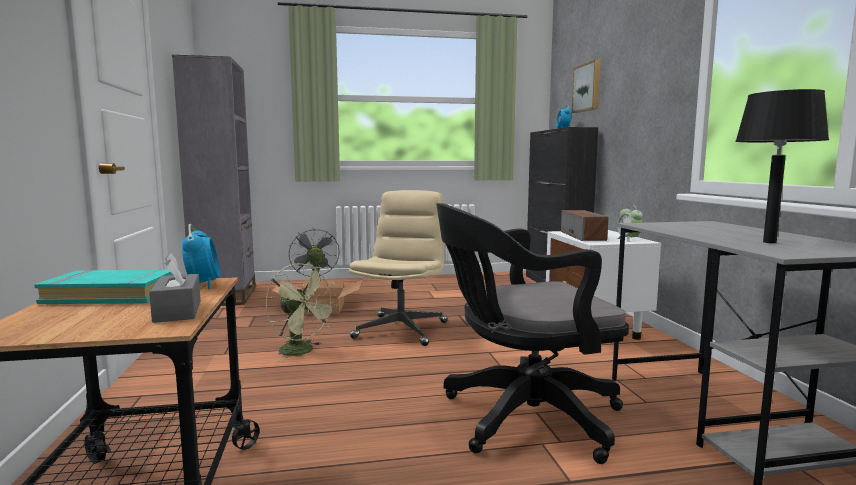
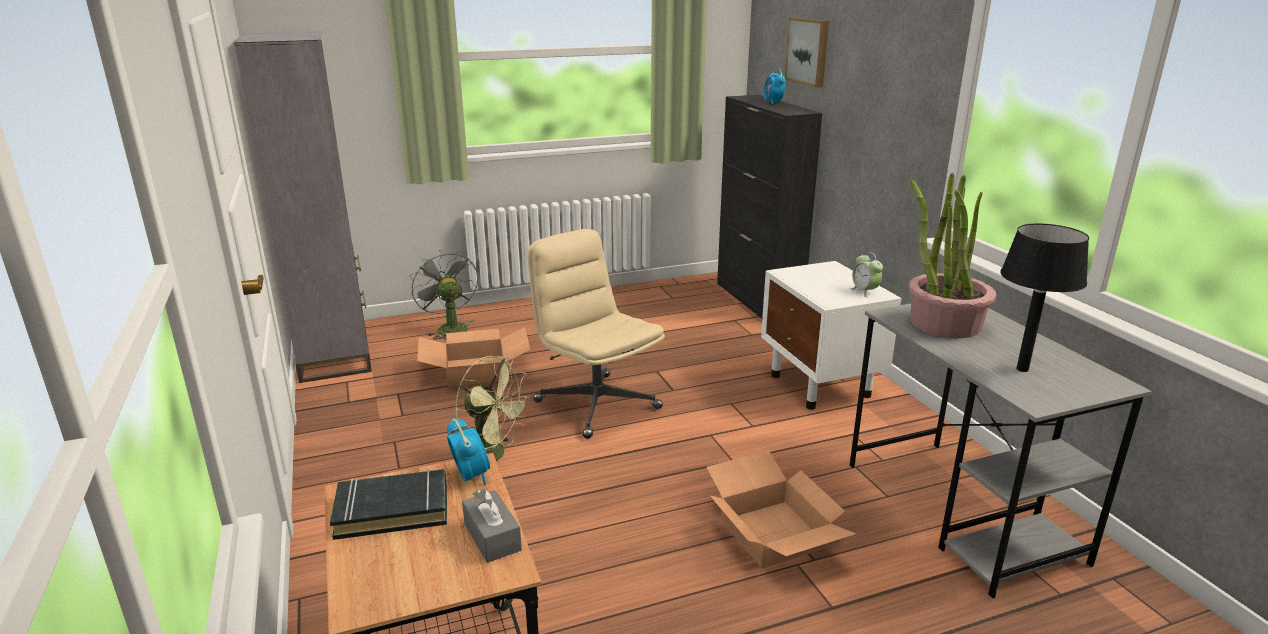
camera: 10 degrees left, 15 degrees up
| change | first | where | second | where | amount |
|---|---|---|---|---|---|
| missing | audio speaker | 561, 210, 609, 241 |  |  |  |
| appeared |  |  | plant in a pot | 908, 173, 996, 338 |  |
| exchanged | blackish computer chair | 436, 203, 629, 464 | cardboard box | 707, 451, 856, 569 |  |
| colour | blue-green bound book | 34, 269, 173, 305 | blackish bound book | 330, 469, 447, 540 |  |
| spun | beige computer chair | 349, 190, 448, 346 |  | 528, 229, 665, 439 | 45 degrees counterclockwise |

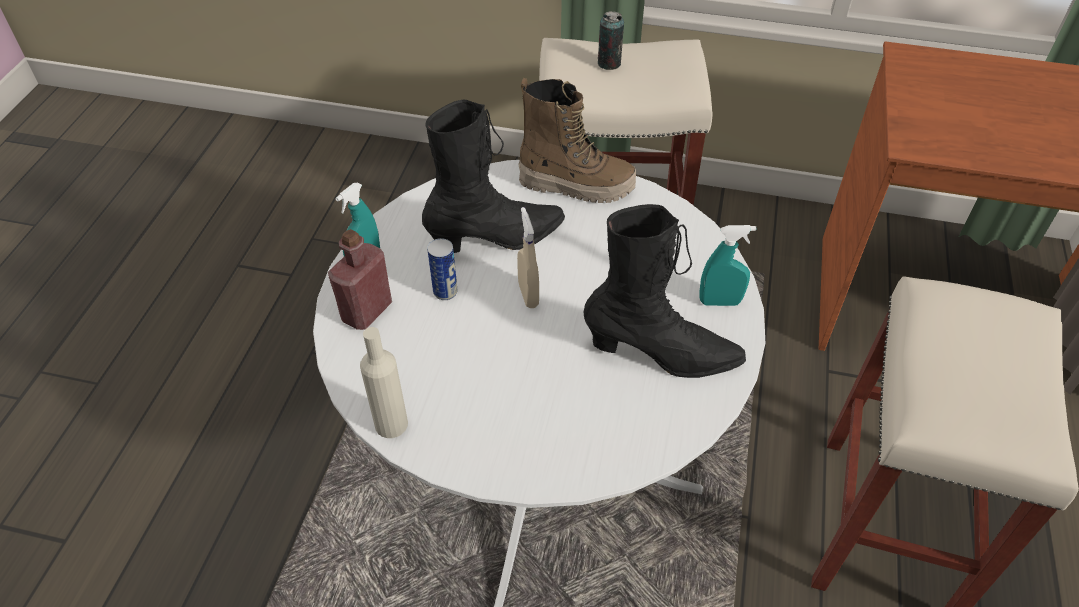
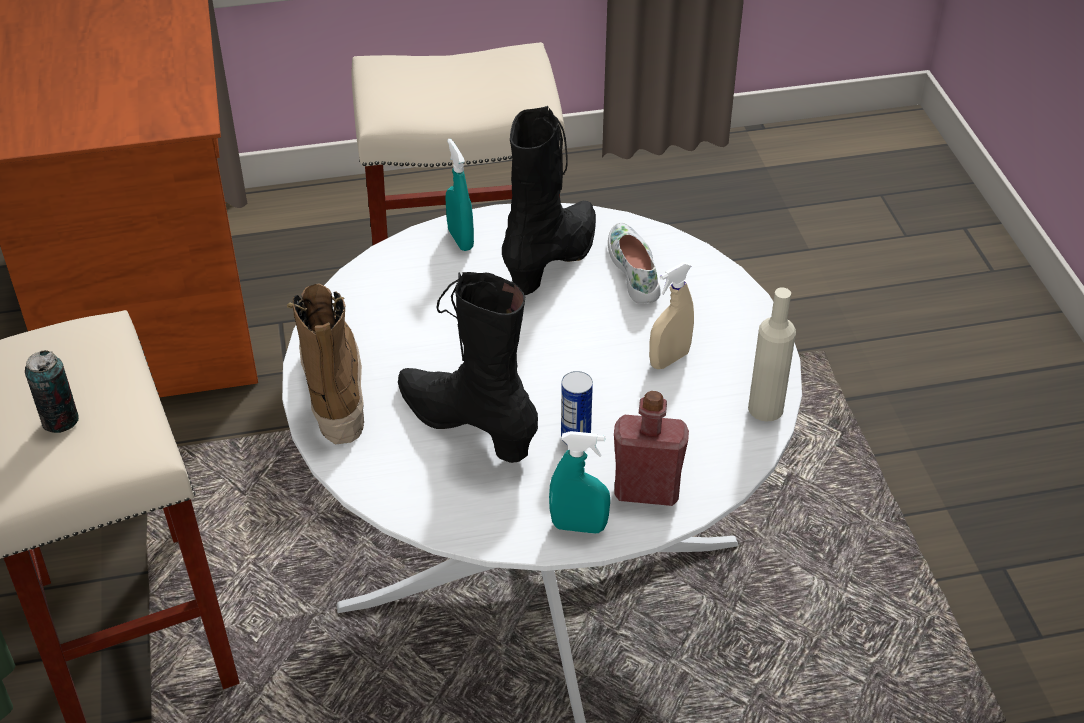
camera: 115 degrees left, 5 degrees down
| change | first | where | second | where | amount |
|---|---|---|---|---|---|
| appeared |  |  | white-coloured shoe | 608, 223, 661, 304 |  |
| relocated | beige sprayer | 517, 207, 539, 308 |  | 649, 262, 694, 369 |  |
| spun | blackish boot | 584, 204, 746, 378 |  | 502, 106, 596, 295 | 45 degrees clockwise |

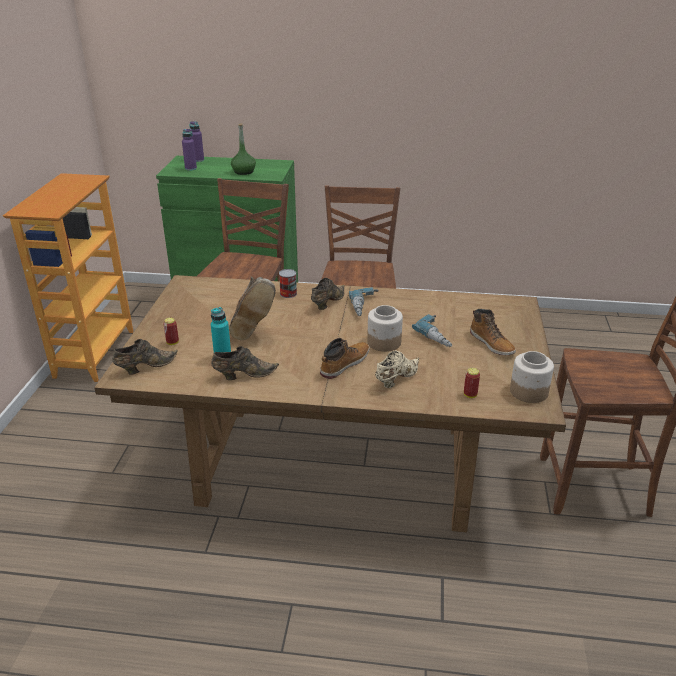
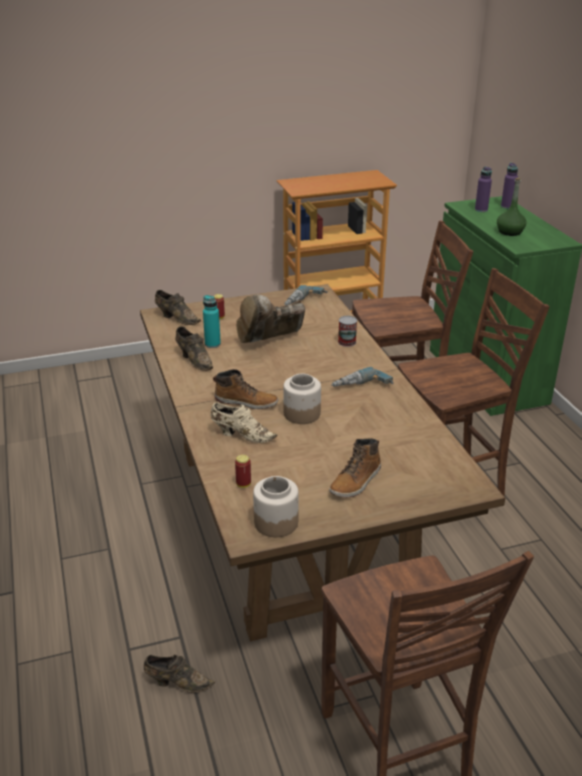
camera: 65 degrees right, 0 degrees up
| change | first | where | second | where | amount |
|---|---|---|---|---|---|
| relocated | brown shoe | 311, 278, 345, 310 |  | 144, 655, 215, 693 |  |
| relocated | power drill | 412, 314, 452, 347 |  | 284, 285, 328, 306 |  |

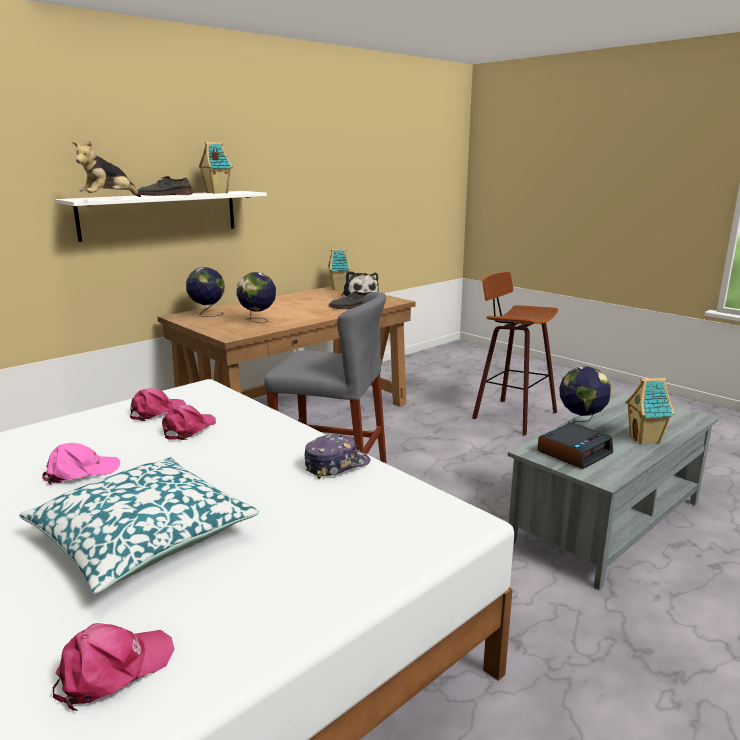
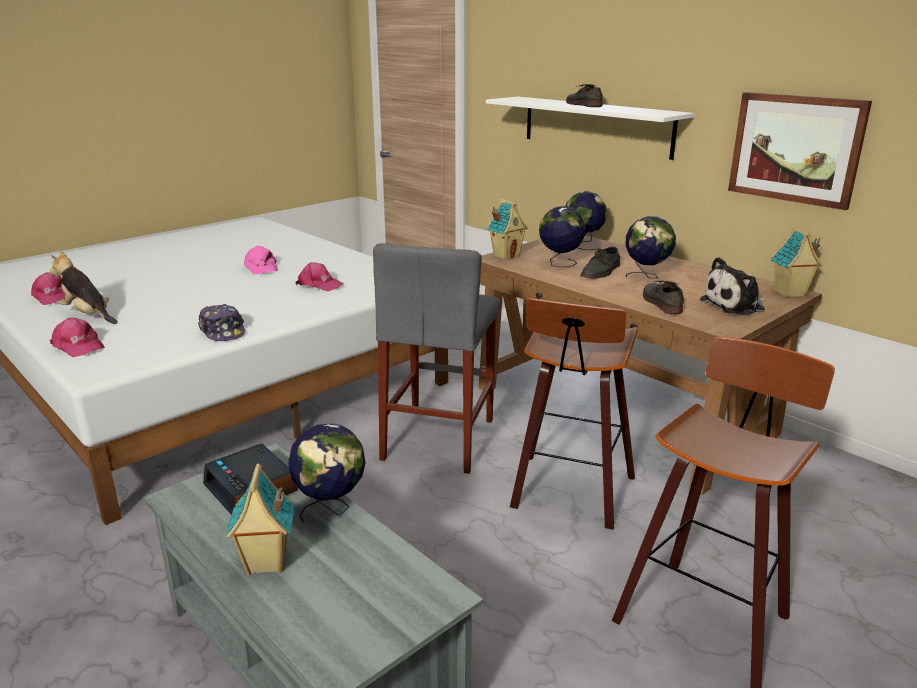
camera: 90 degrees right, 5 degrees up
| change | first | where | second | where | amount |
|---|---|---|---|---|---|
| missing | throw pillow | 19, 457, 259, 594 |  |  |  |
| appeared |  |  | sitting stool | 510, 298, 638, 530 |  |
| appeared |  |  | gray shoe | 581, 247, 620, 278 |  |
| appeared |  |  | world globe | 626, 216, 676, 278 |  |
| appeared |  |  | picture | 728, 92, 872, 210 |  |
| relocated | cuddly toy | 72, 140, 141, 197 |  | 50, 251, 117, 324 |  |
| relocated | pink-coloured baseball cap | 130, 388, 186, 421 |  | 50, 318, 105, 357 |  |
| relocated | miniature house | 199, 142, 233, 194 |  | 487, 199, 528, 260 |  |

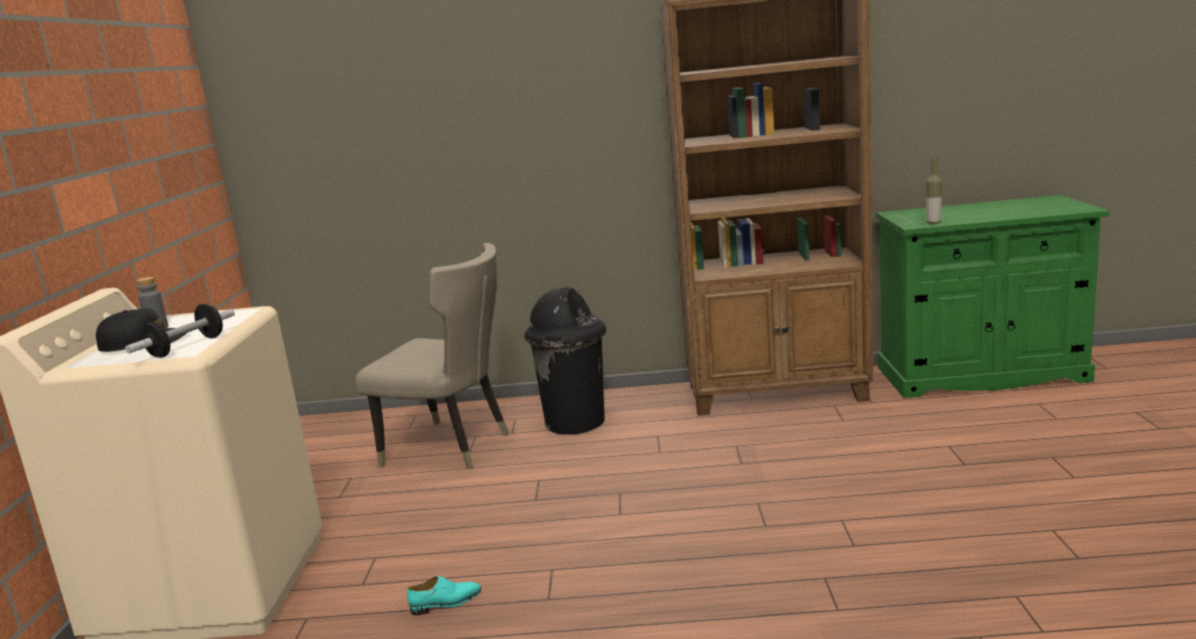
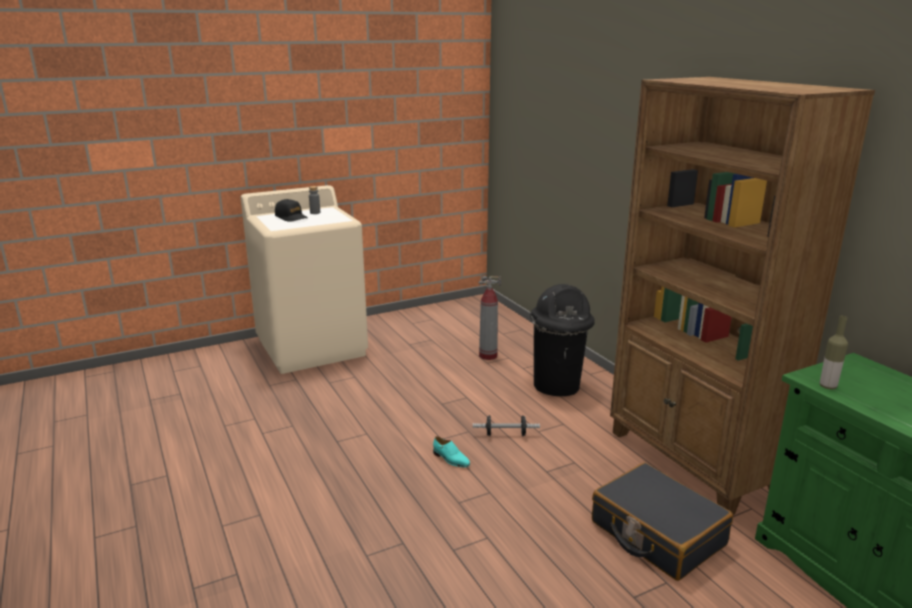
camera: 60 degrees right, 5 degrees up
| change | first | where | second | where | amount |
|---|---|---|---|---|---|
| appeared |  |  | blackish travel case | 592, 463, 733, 581 |  |
| relocated | dumbbell | 125, 304, 235, 358 |  | 473, 415, 540, 436 |  |
| relocated | blue-green shoe | 407, 576, 481, 615 |  | 433, 436, 470, 467 |  |
| exchanged | beige upright chair | 355, 243, 509, 469 | fire extinguisher | 479, 276, 501, 360 |  |

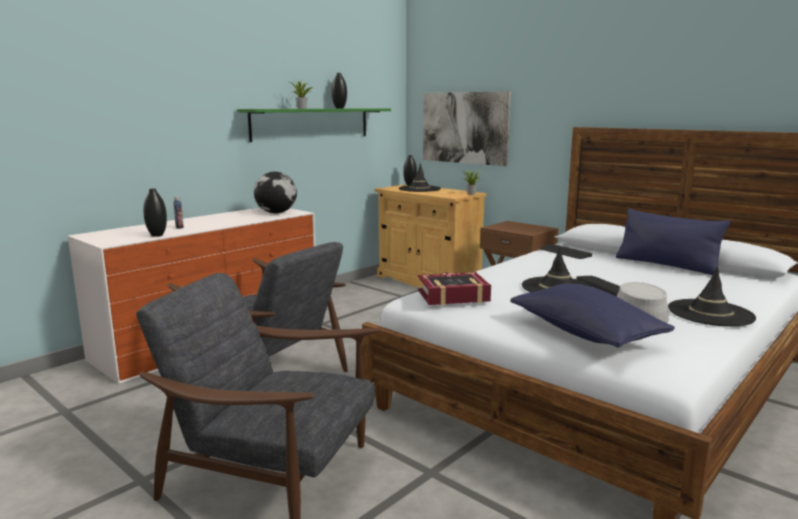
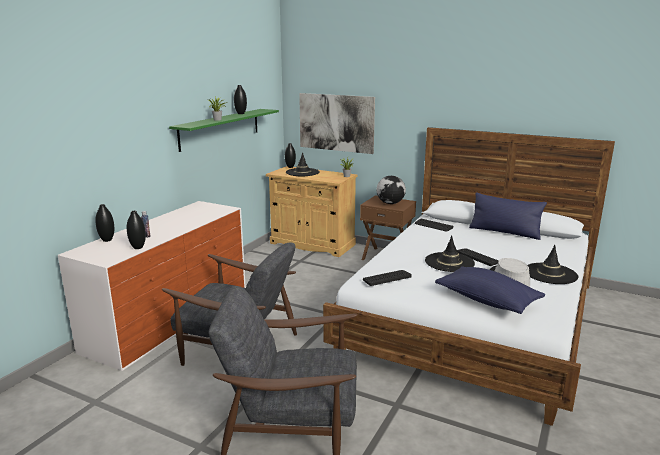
camera: 15 degrees left, 5 degrees up
| change | first | where | second | where | amount |
|---|---|---|---|---|---|
| appeared |  |  | blackish flower vase | 95, 204, 114, 242 |  |
| relocated | world globe | 254, 172, 297, 213 |  | 376, 176, 406, 204 |  |
| exchanged | bound book | 418, 272, 491, 305 | keyboard | 363, 270, 412, 286 |  |

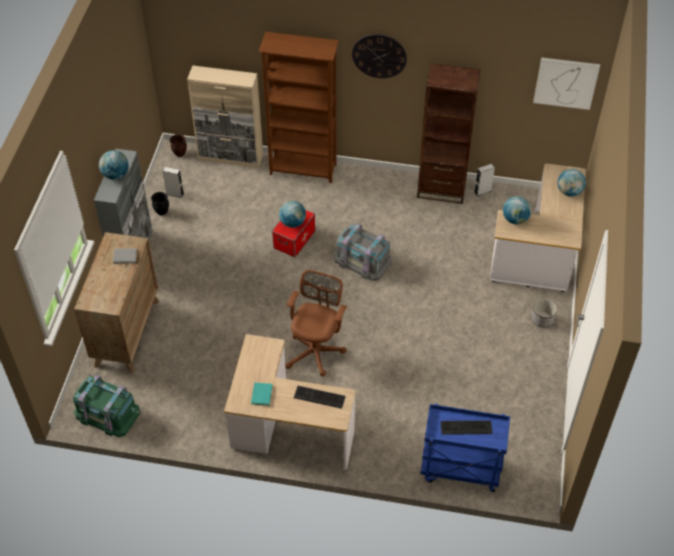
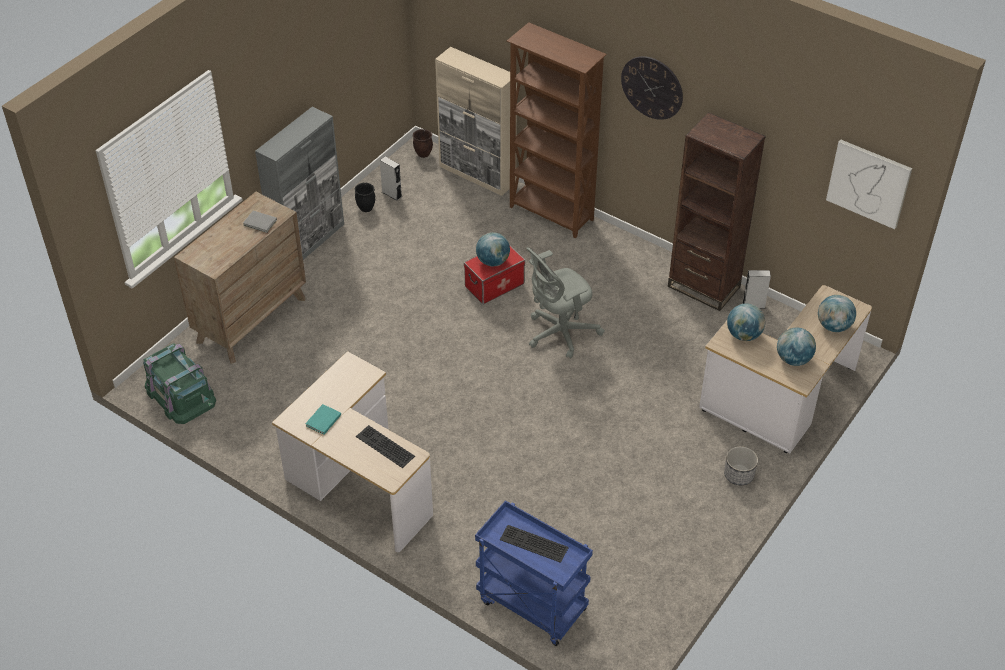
camera: 25 degrees right, 5 degrees down
| change | first | where | second | where | amount |
|---|---|---|---|---|---|
| missing | brown computer chair | 285, 270, 347, 376 |  |  |  |
| relocated | world globe | 99, 150, 128, 180 |  | 777, 328, 816, 366 |  |
| exchanged | gray storage bin | 333, 223, 392, 281 | gray computer chair | 526, 247, 605, 359 |  |

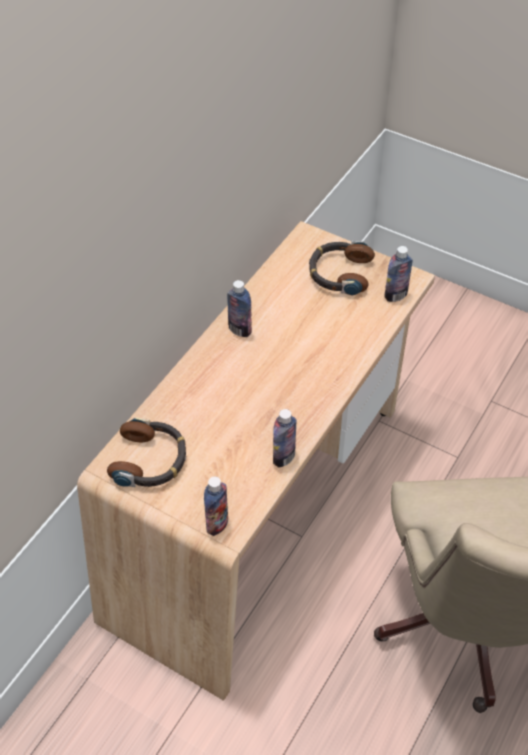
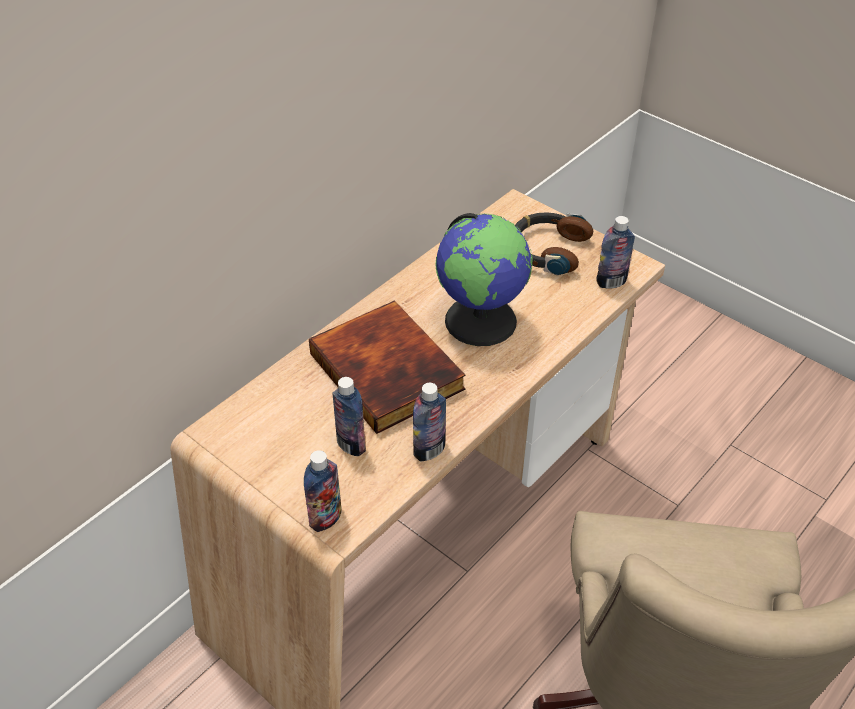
camera: 10 degrees right, 5 degrees down
| change | first | where | second | where | amount |
|---|---|---|---|---|---|
| missing | pair of headphones | 107, 418, 186, 487 |  |  |  |
| appeared |  |  | bound book | 309, 300, 465, 434 |  |
| appeared |  |  | world globe | 435, 213, 533, 346 |  |
| relocated | bottle | 227, 280, 252, 337 |  | 332, 377, 366, 456 |  |

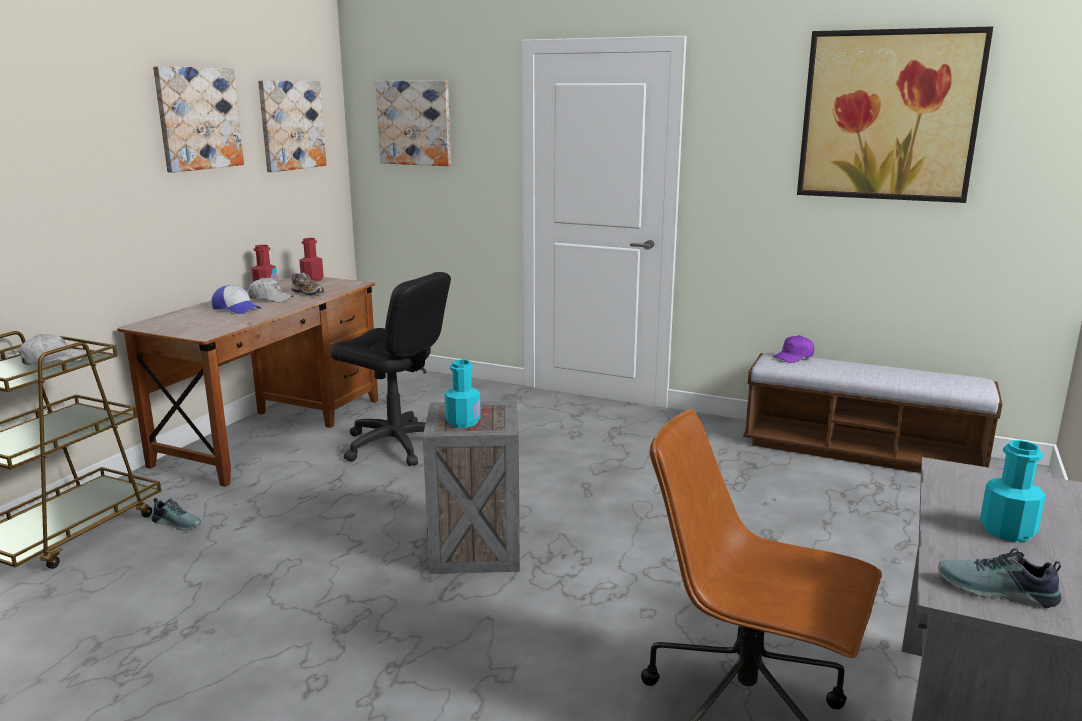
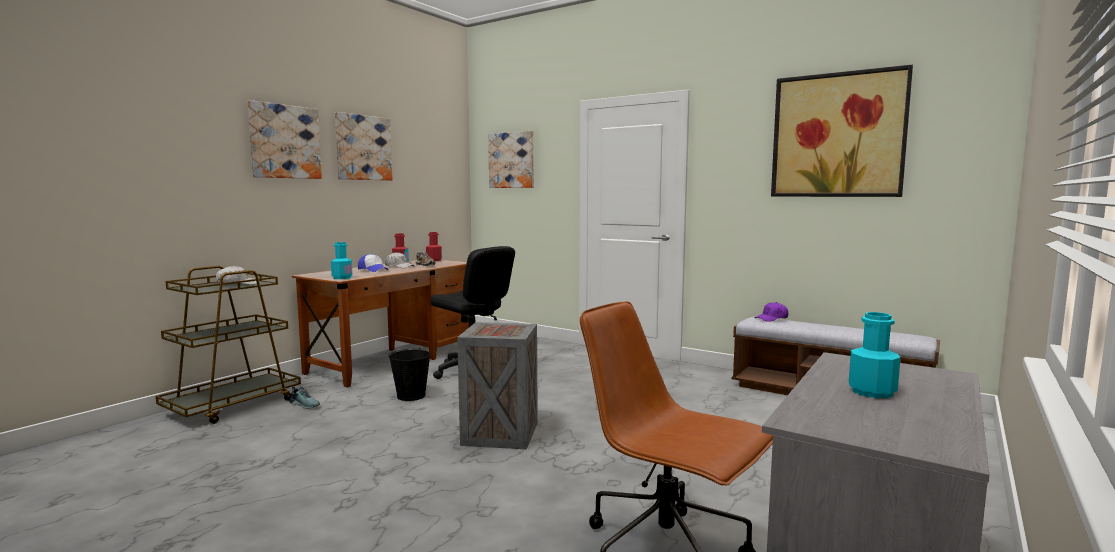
camera: 10 degrees right, 10 degrees down
| change | first | where | second | where | amount |
|---|---|---|---|---|---|
| missing | shoe | 938, 548, 1061, 608 |  |  |  |
| appeared |  |  | blackish pail | 389, 348, 430, 401 |  |
| relocated | picture | 258, 80, 327, 172 |  | 248, 100, 322, 179 |  |
| relocated | blue-green bottle | 445, 360, 481, 428 |  | 331, 242, 352, 279 |  |

